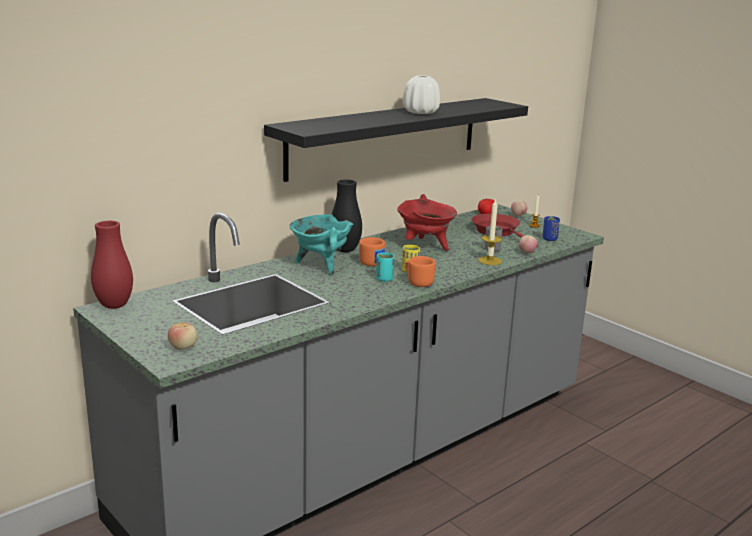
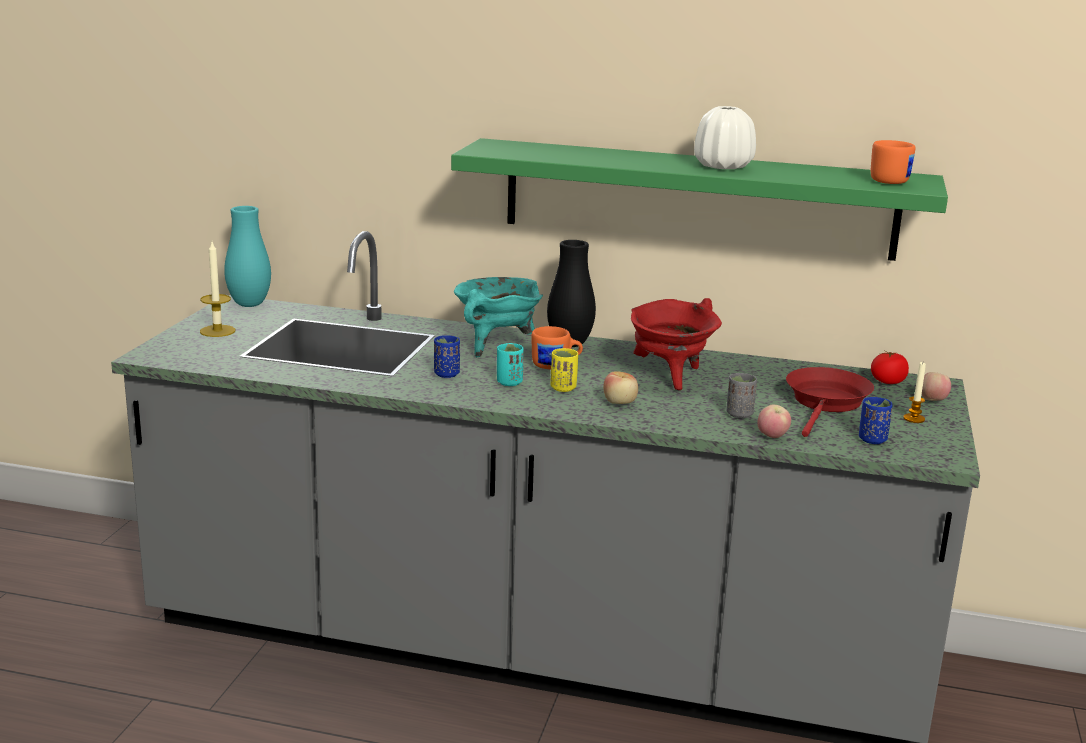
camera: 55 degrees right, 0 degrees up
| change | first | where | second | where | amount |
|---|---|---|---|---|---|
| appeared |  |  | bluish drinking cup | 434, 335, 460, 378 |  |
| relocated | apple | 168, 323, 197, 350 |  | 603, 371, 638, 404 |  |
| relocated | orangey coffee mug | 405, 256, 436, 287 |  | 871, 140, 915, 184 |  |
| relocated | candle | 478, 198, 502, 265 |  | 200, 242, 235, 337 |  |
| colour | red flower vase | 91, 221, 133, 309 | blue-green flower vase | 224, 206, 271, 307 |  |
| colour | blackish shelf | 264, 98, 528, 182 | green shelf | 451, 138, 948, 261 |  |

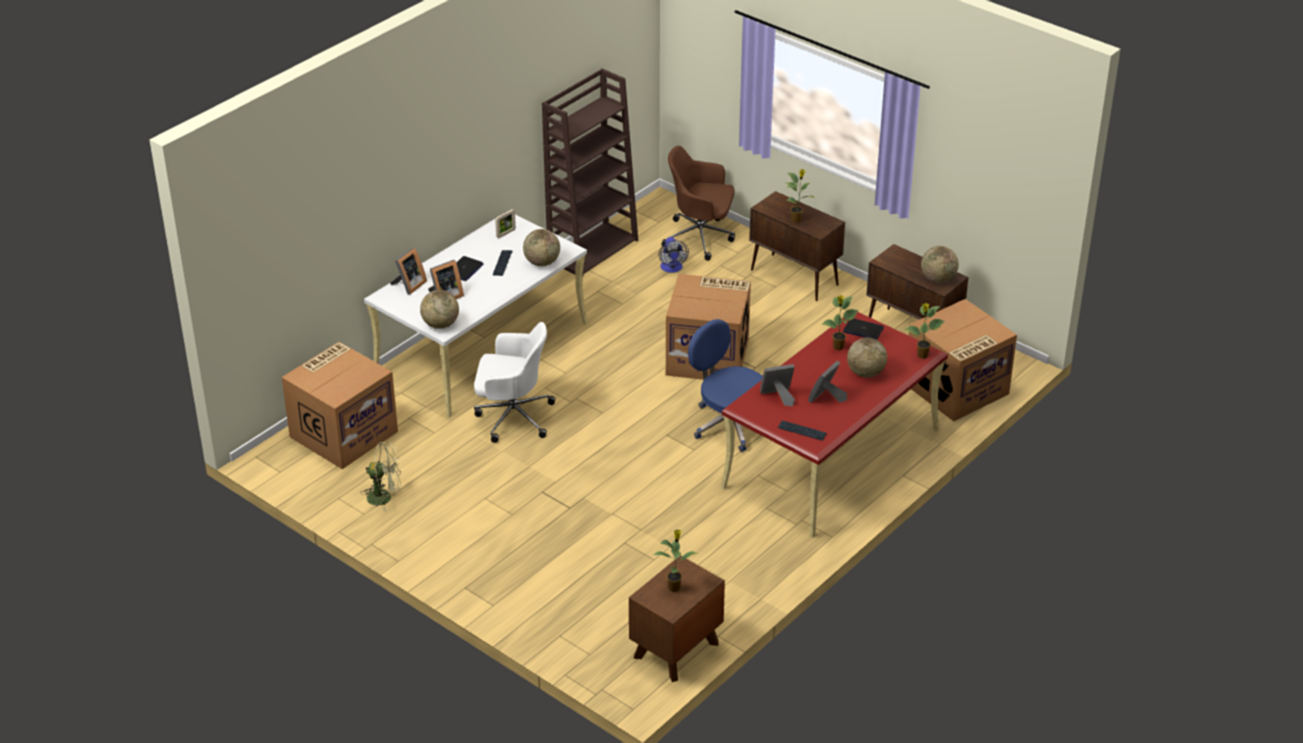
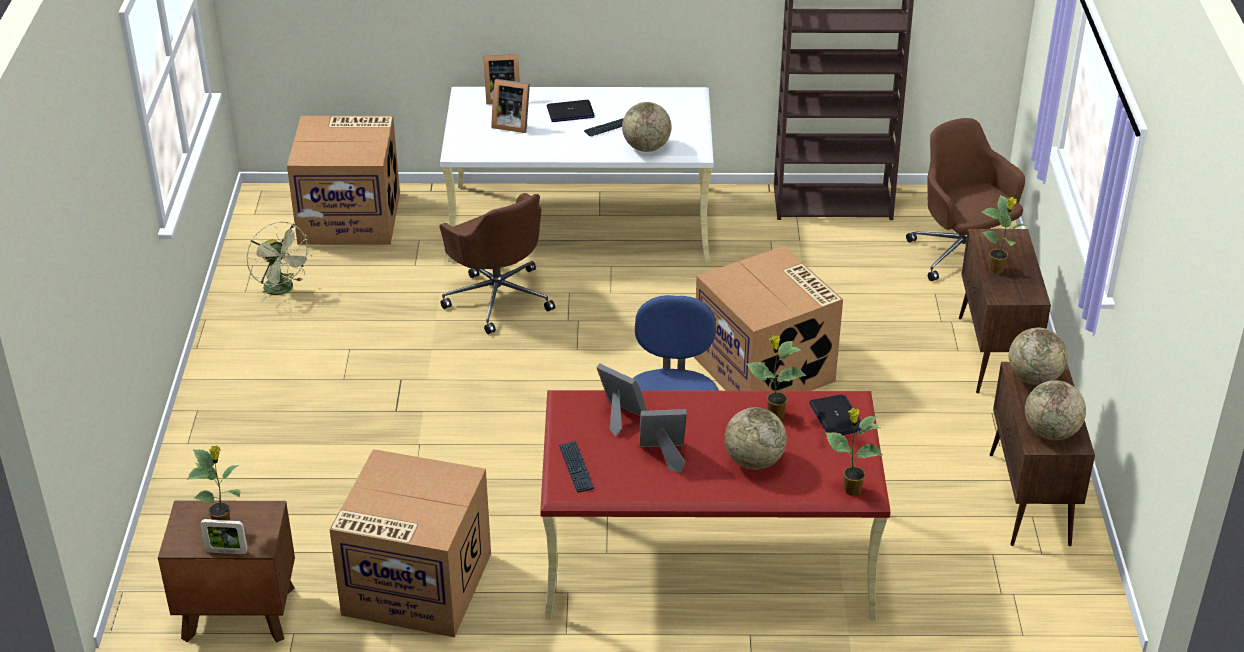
camera: 50 degrees right, 0 degrees up
| change | first | where | second | where | amount |
|---|---|---|---|---|---|
| missing | fan | 659, 237, 689, 273 |  |  |  |
| relocated | world globe | 420, 290, 459, 329 |  | 1009, 328, 1068, 385 |  |
| relocated | standing frame | 495, 209, 516, 238 |  | 200, 519, 248, 554 |  |
| relocated | cardboard box | 908, 299, 1017, 421 |  | 329, 449, 491, 637 |  |
| colour | white-coloured computer chair | 474, 322, 555, 443 | brown computer chair | 440, 193, 555, 334 |  |

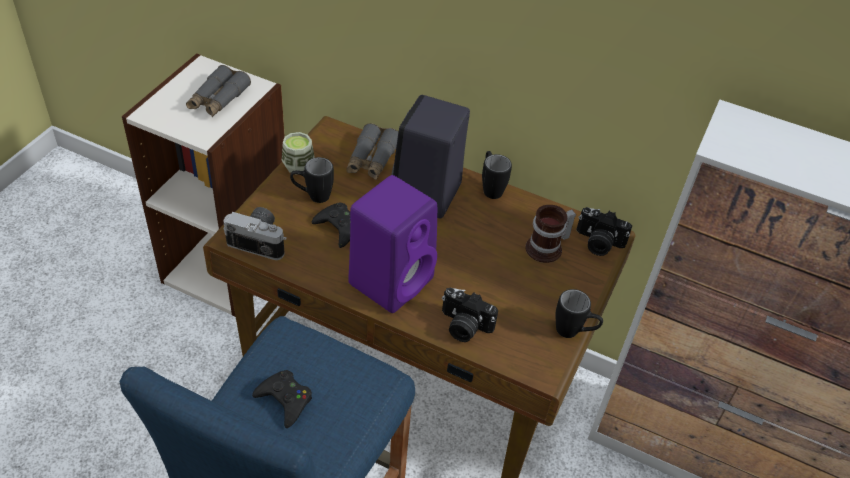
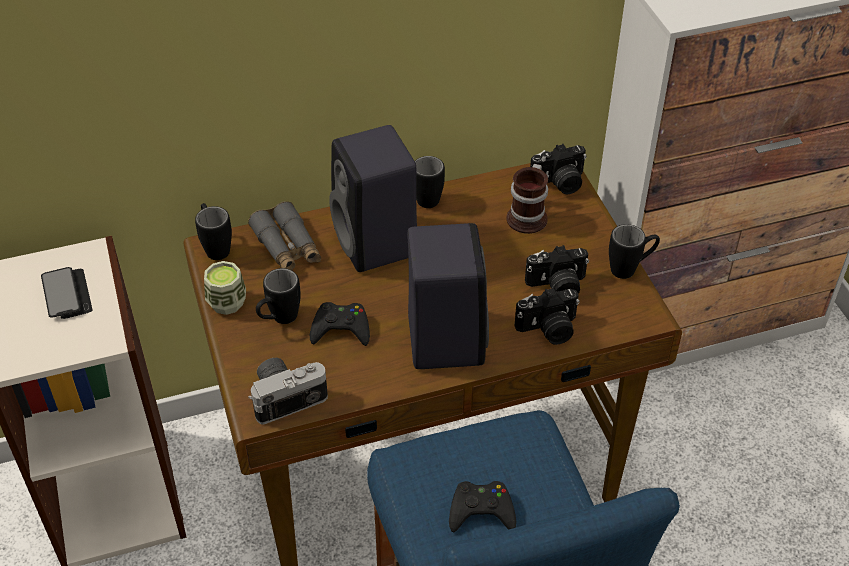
camera: 40 degrees left, 0 degrees up
| change | first | where | second | where | amount |
|---|---|---|---|---|---|
| appeared |  |  | blackish coffee mug | 195, 203, 232, 260 |  |
| appeared |  |  | photo camera | 525, 245, 589, 294 |  |
| exchanged | gray field glasses | 186, 65, 251, 117 | handset | 41, 267, 93, 319 |  |
| colour | purple audio speaker | 348, 175, 437, 313 | blackish audio speaker | 407, 223, 489, 369 |  |

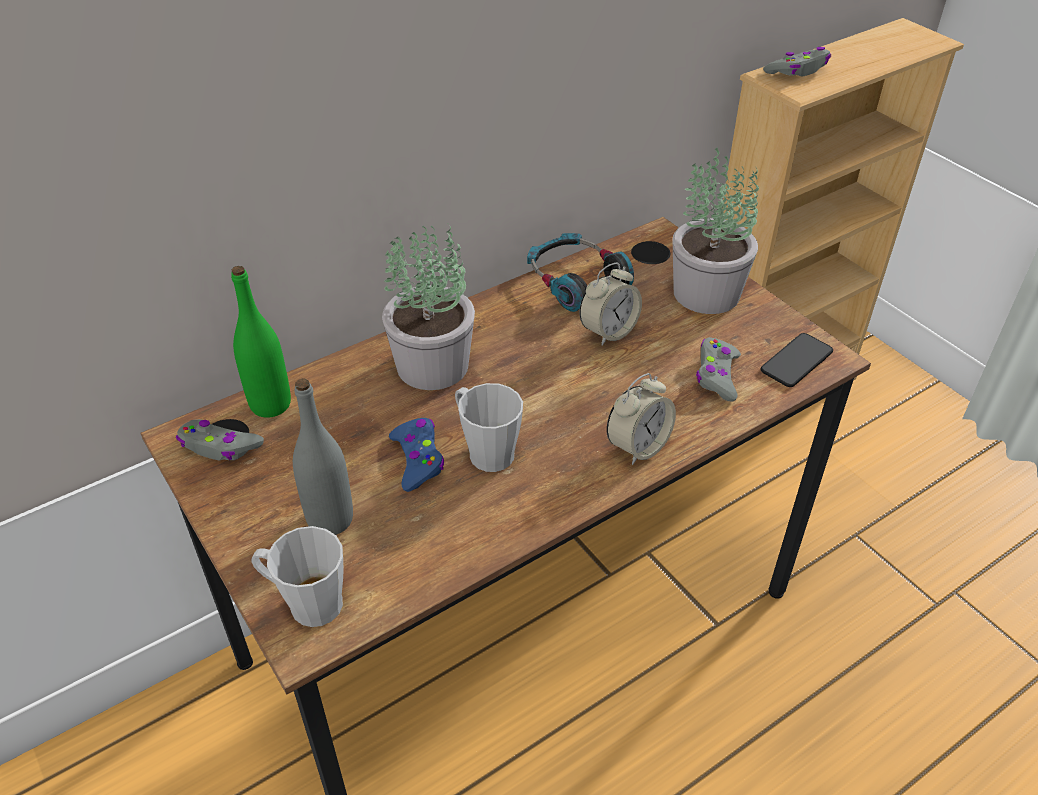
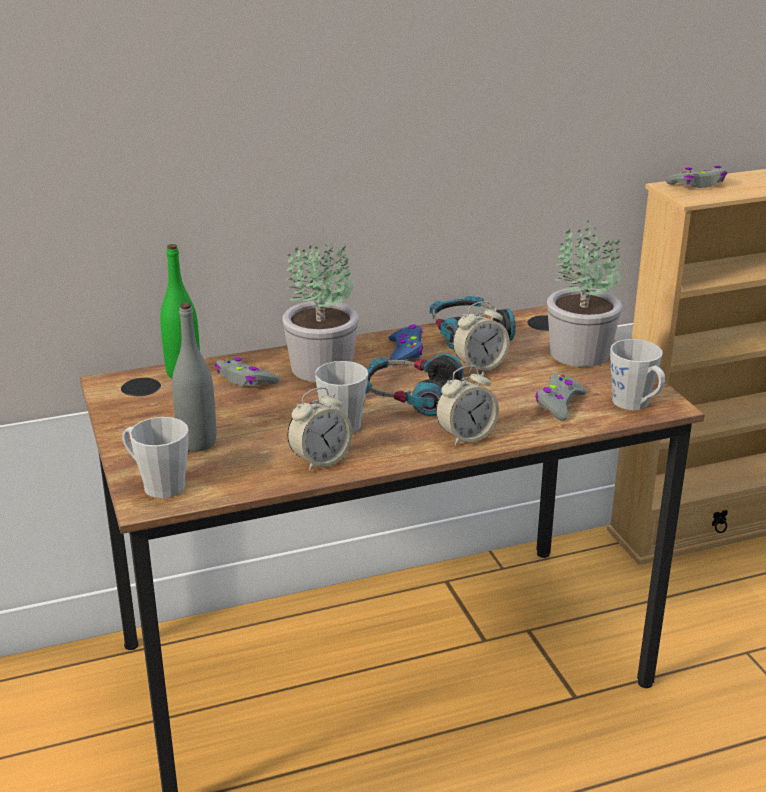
camera: 15 degrees right, 15 degrees down
| change | first | where | second | where | amount |
|---|---|---|---|---|---|
| appeared |  |  | alarm clock | 287, 387, 352, 472 |  |
| appeared |  |  | pair of headphones | 366, 353, 463, 416 |  |
| relocated | gray gamepad | 176, 419, 264, 460 |  | 215, 357, 280, 386 |  |
| relocated | bluish gamepad | 389, 418, 444, 492 |  | 388, 324, 423, 360 |  |
| exchanged | handset | 761, 333, 833, 387 | gray coffee mug | 610, 339, 665, 410 |  |

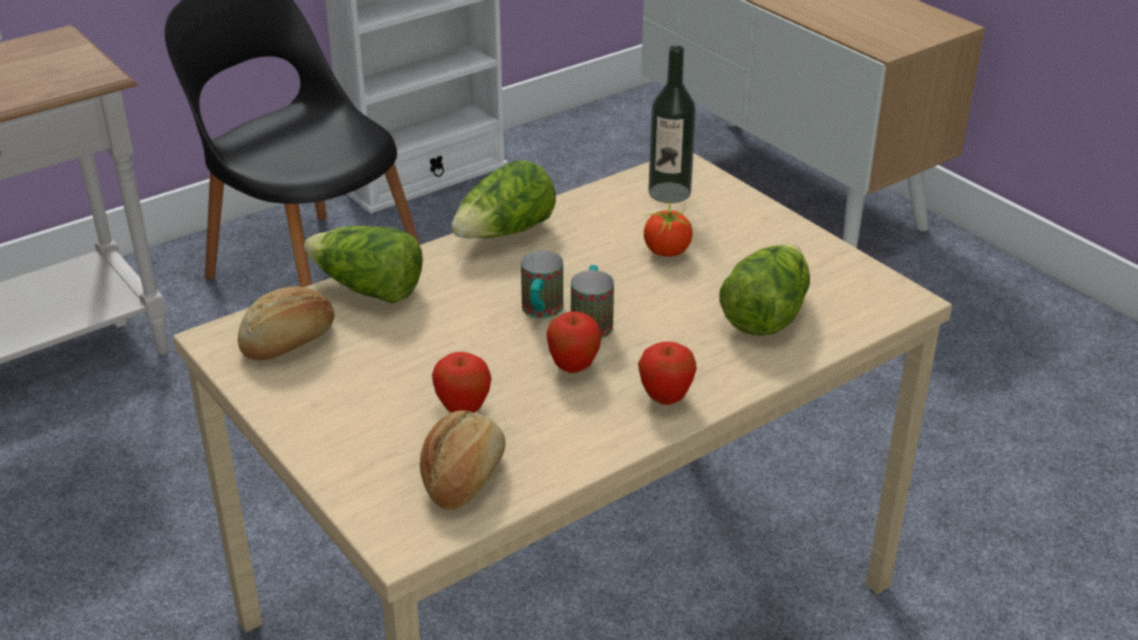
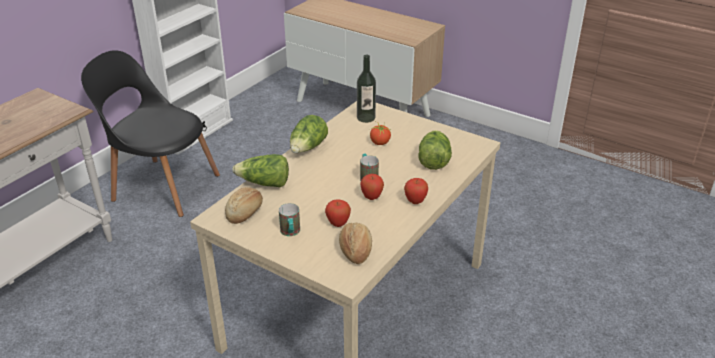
camera: 20 degrees left, 0 degrees up
| change | first | where | second | where | amount |
|---|---|---|---|---|---|
| relocated | coffee mug | 521, 250, 563, 319 |  | 279, 203, 300, 236 |  |

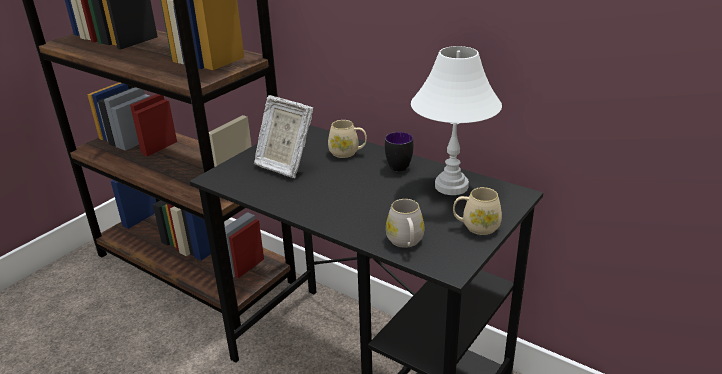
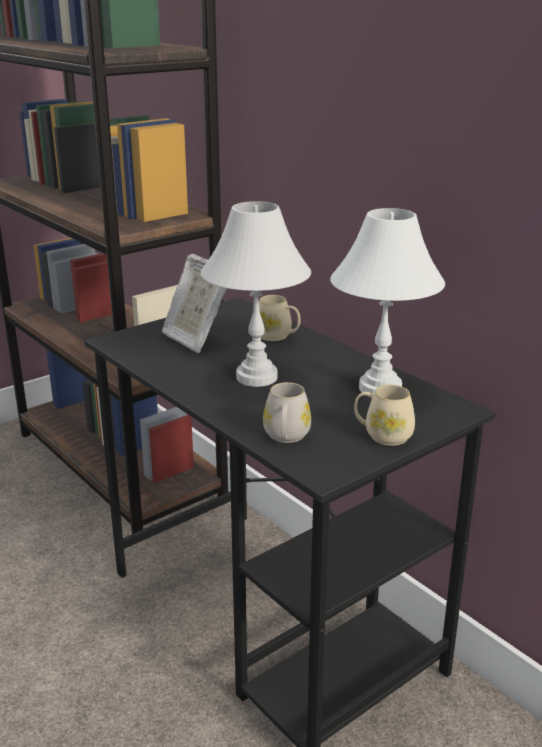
camera: 15 degrees right, 5 degrees down
| change | first | where | second | where | amount |
|---|---|---|---|---|---|
| missing | coffee mug | 385, 132, 413, 172 |  |  |  |
| appeared |  |  | white-coloured lamp for a table | 201, 201, 311, 387 |  |

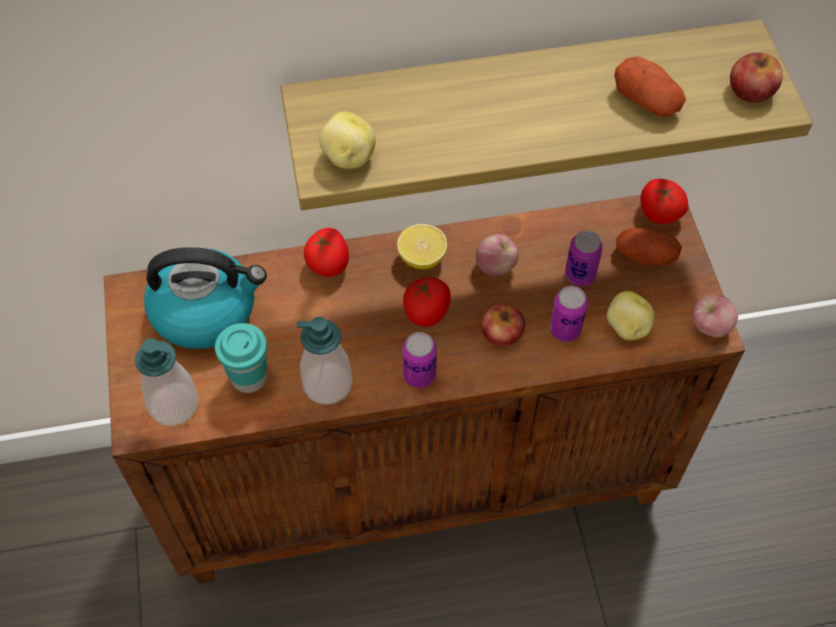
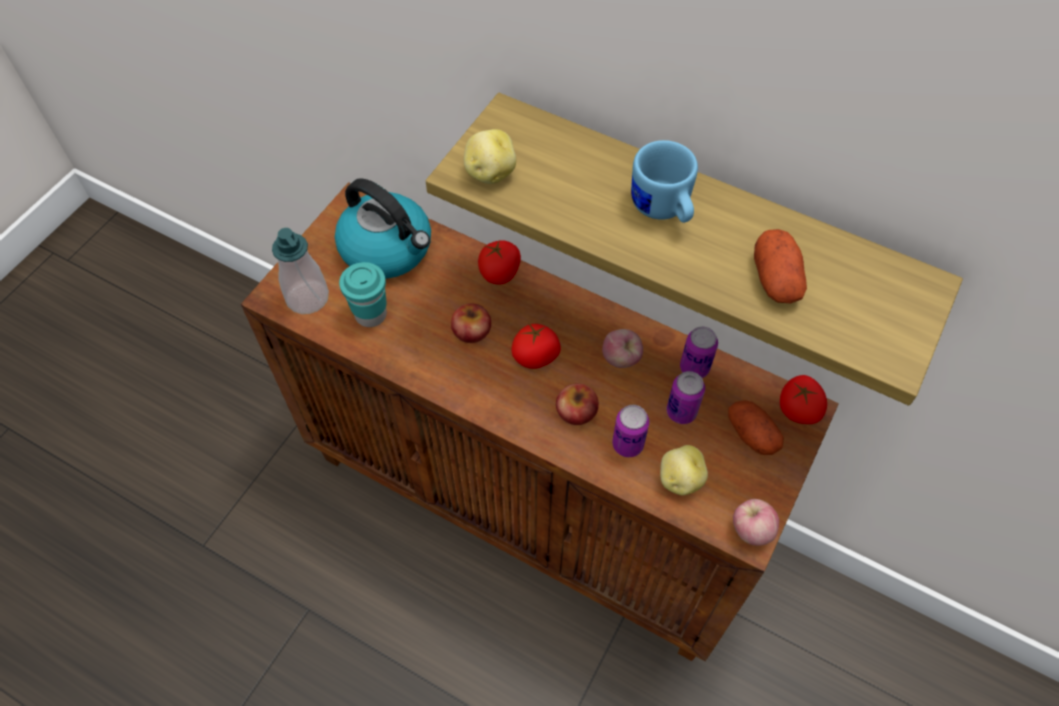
camera: 40 degrees right, 0 degrees up
| change | first | where | second | where | amount |
|---|---|---|---|---|---|
| missing | soap bottle | 297, 317, 352, 405 |  |  |  |
| missing | lemon | 397, 224, 447, 269 |  |  |  |
| appeared |  |  | bluish coffee mug | 631, 140, 698, 223 |  |
| relocated | sealed can | 402, 332, 437, 388 |  | 680, 326, 718, 378 |  |
| relocated | apple | 730, 53, 783, 103 |  | 451, 303, 491, 343 |  |

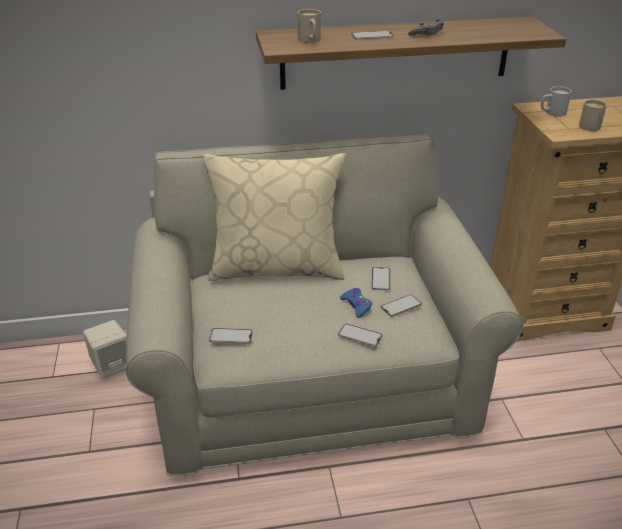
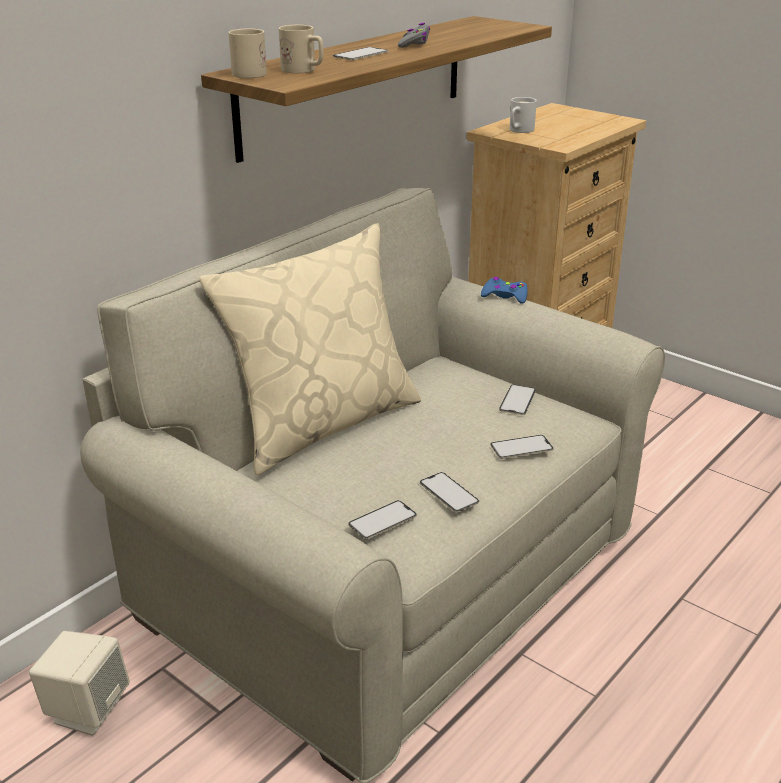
camera: 40 degrees left, 5 degrees down
| change | first | where | second | where | amount |
|---|---|---|---|---|---|
| relocated | bluish gamepad | 340, 288, 372, 318 |  | 481, 277, 528, 304 |  |
| relocated | handset | 371, 267, 390, 290 |  | 420, 472, 479, 512 |  |
| relocated | beige coffee mug | 579, 100, 607, 131 |  | 228, 29, 267, 78 |  |

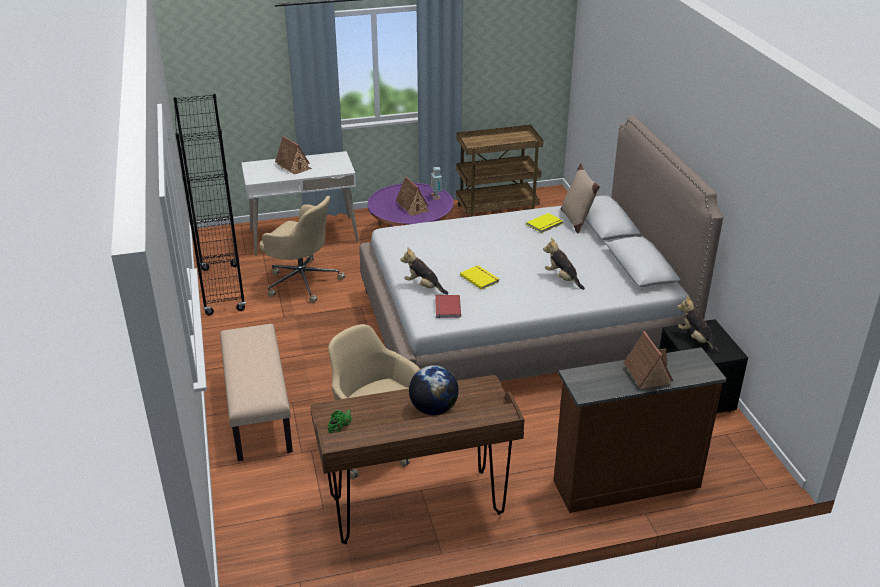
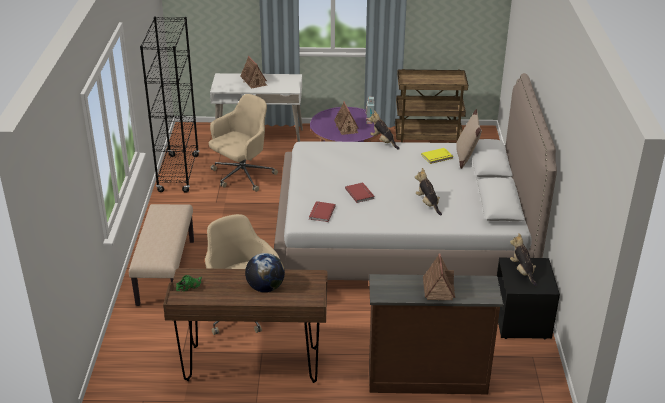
camera: 15 degrees right, 0 degrees up
| change | first | where | second | where | amount |
|---|---|---|---|---|---|
| relocated | cuddly toy | 400, 247, 448, 295 |  | 368, 110, 399, 150 |  |
| colour | yellow bound book | 460, 265, 499, 290 | red bound book | 345, 182, 375, 203 |  |
| spun | beige computer chair | 259, 196, 345, 303 |  | 209, 94, 278, 192 | 90 degrees counterclockwise |

